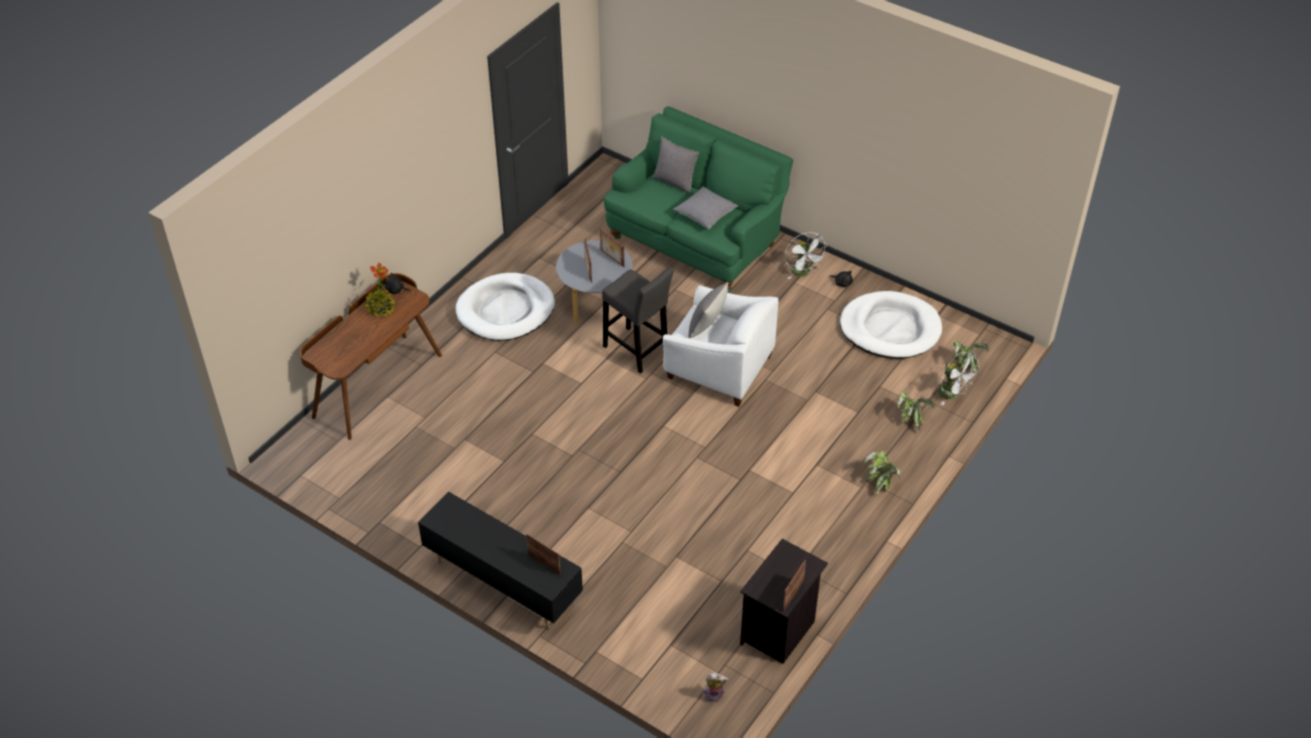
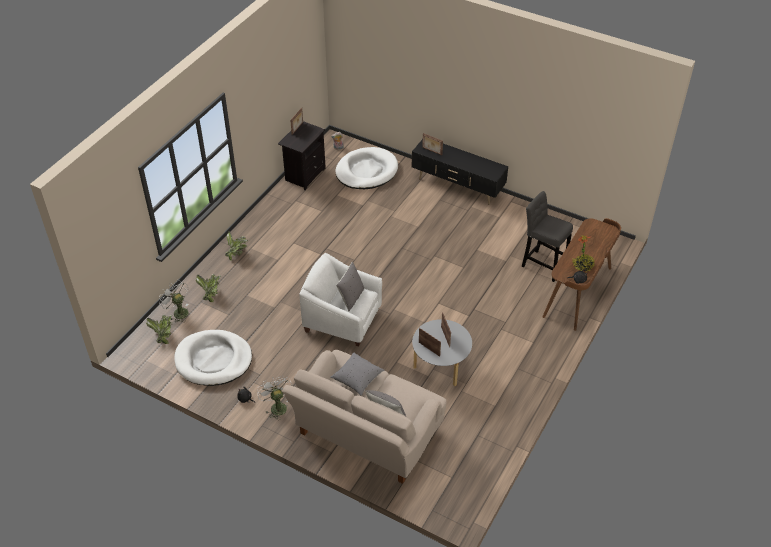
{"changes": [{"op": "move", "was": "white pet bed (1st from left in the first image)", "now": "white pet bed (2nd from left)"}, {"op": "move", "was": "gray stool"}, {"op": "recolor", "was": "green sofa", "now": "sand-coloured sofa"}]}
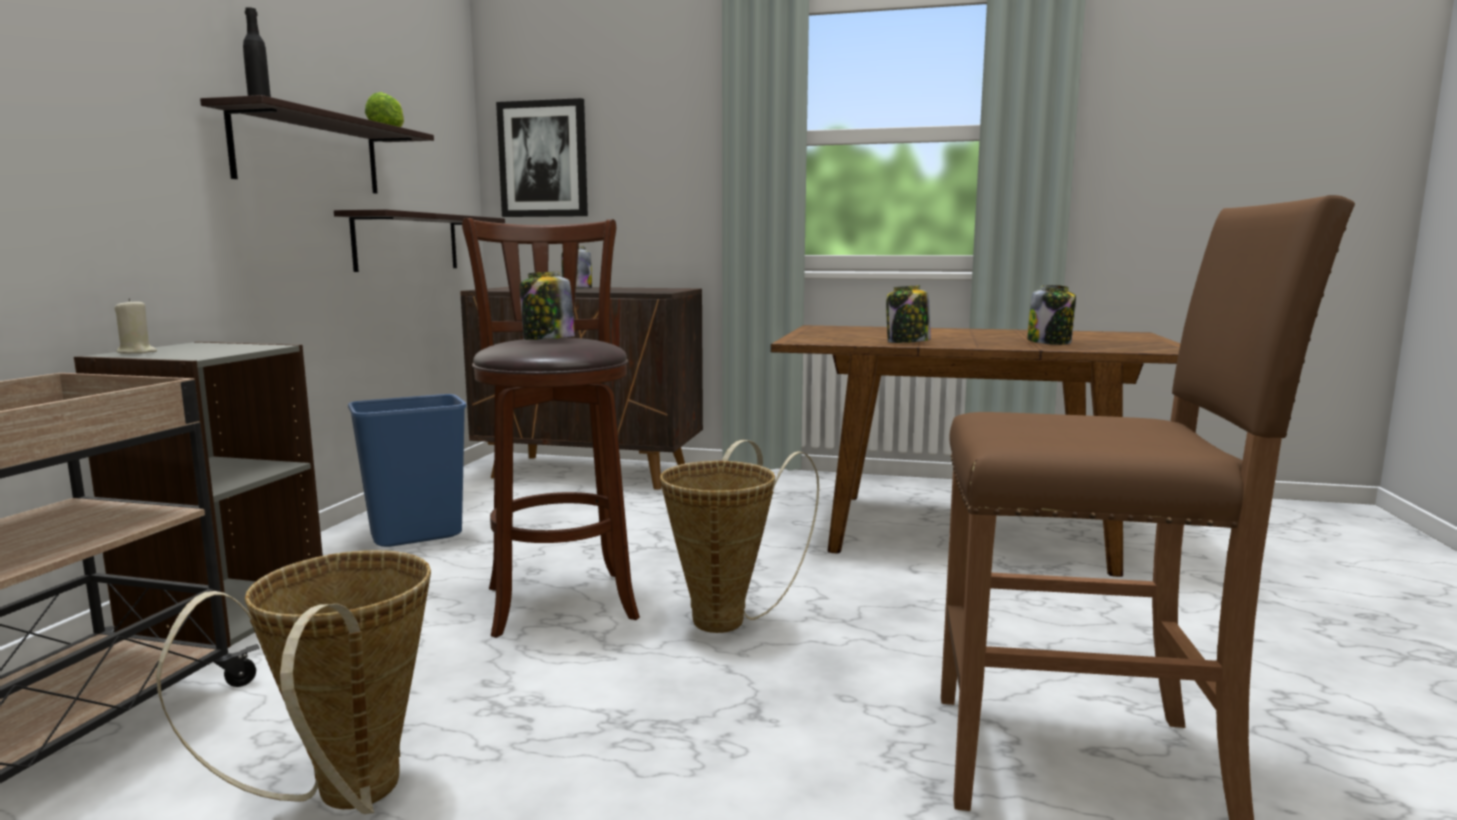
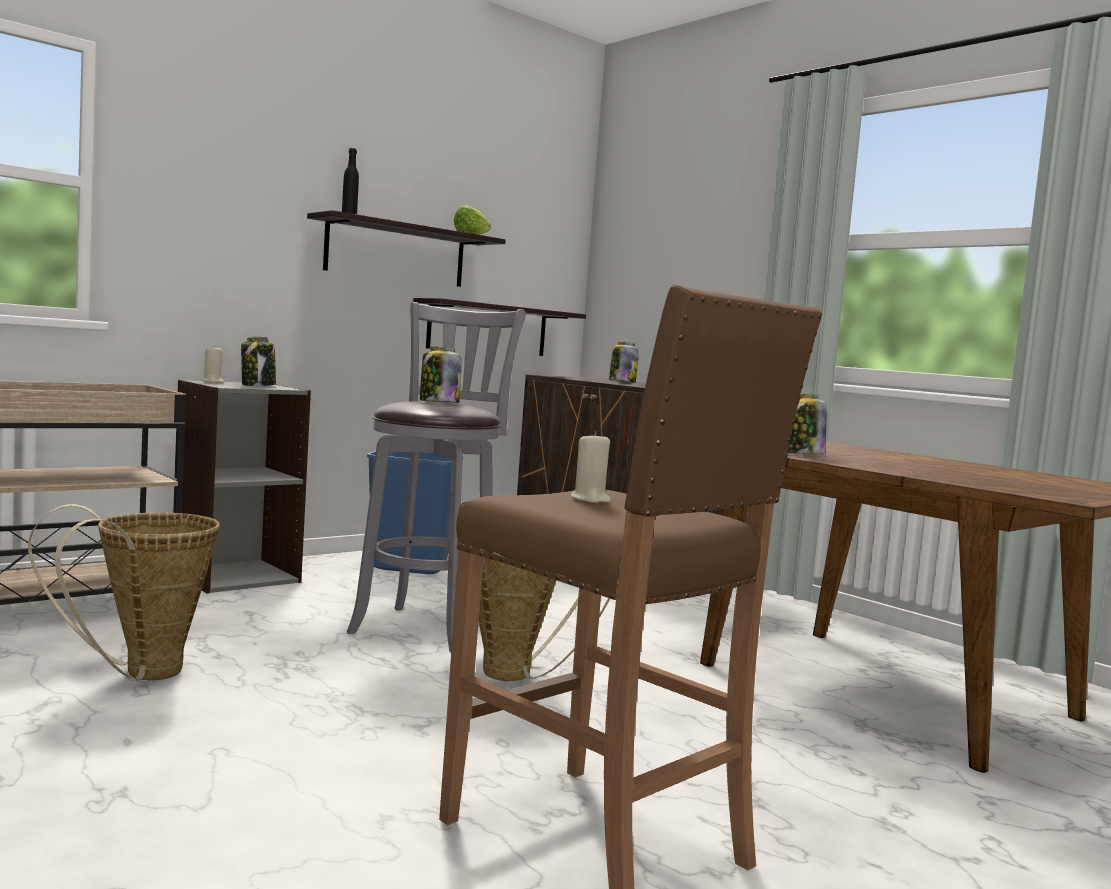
{"changes": [{"op": "recolor", "was": "brown stool (1st from left)", "now": "gray stool"}, {"op": "delete", "was": "wall art"}, {"op": "move", "was": "jar (4th from left in the first image)", "now": "jar (1st from left)"}, {"op": "insert", "now": "sand-coloured candle (2nd from left)"}]}
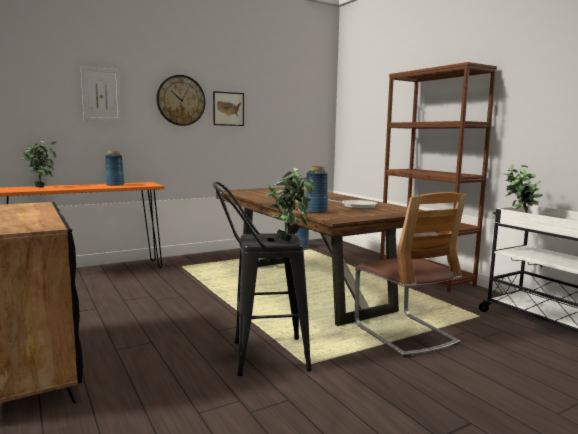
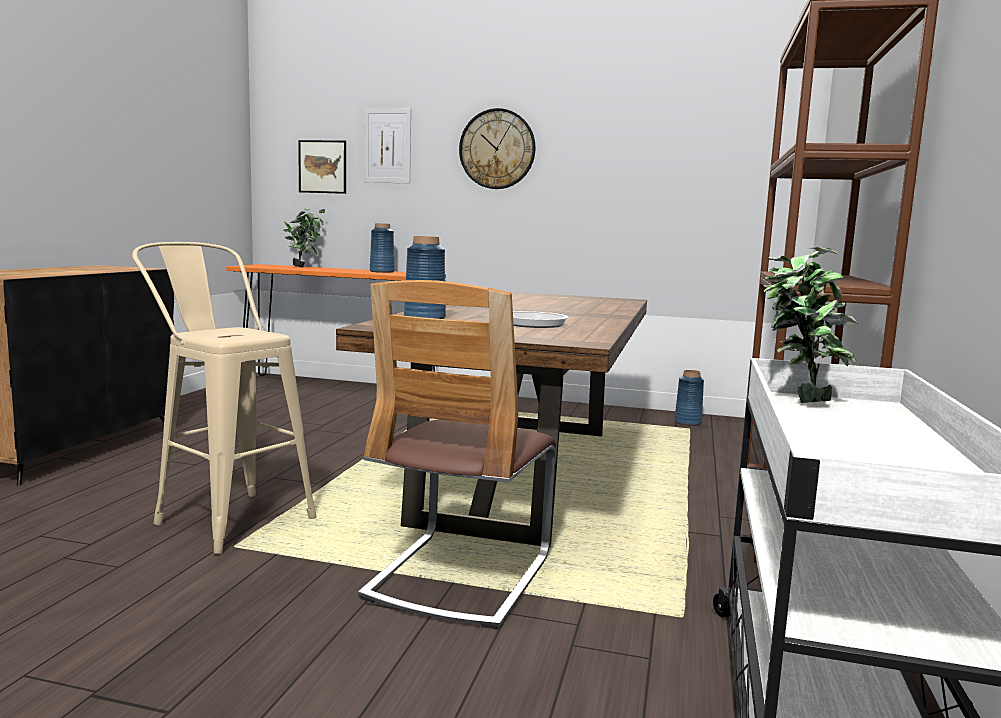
{"changes": [{"op": "recolor", "was": "black stool", "now": "sand-coloured stool"}, {"op": "move", "was": "wall art (2nd from left in the first image)", "now": "wall art (1st from left)"}, {"op": "delete", "was": "houseplant (2nd from left)"}]}
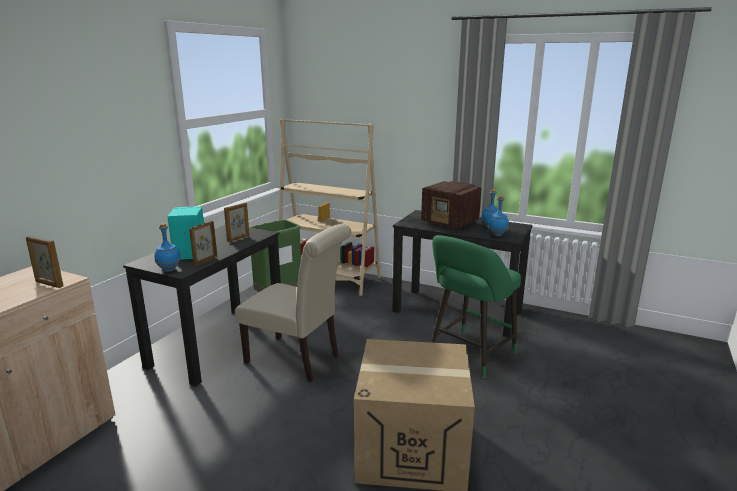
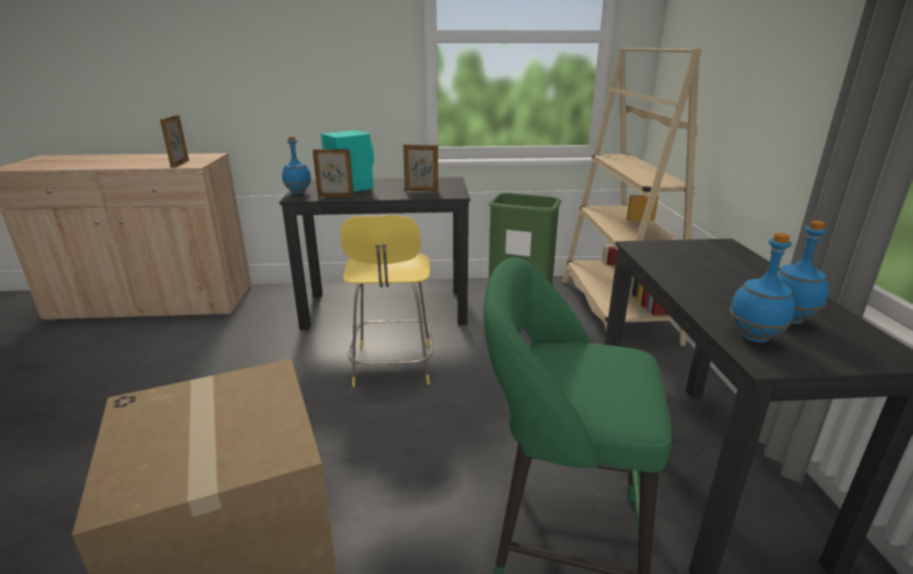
{"changes": [{"op": "replace", "was": "sand-coloured upright chair", "now": "yellow stool"}, {"op": "delete", "was": "radio receiver"}]}
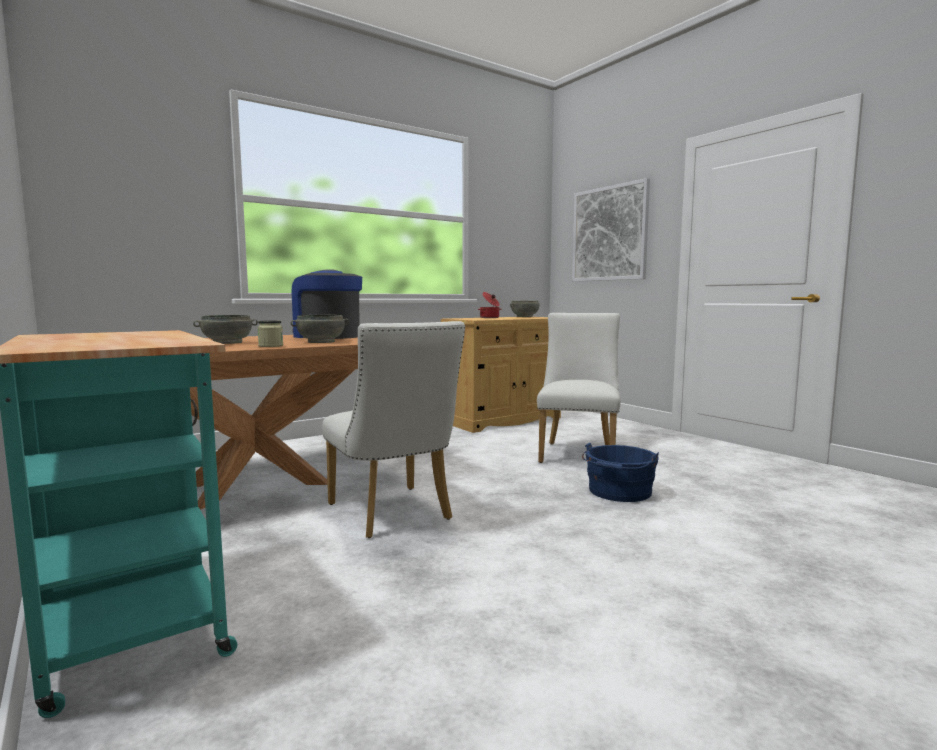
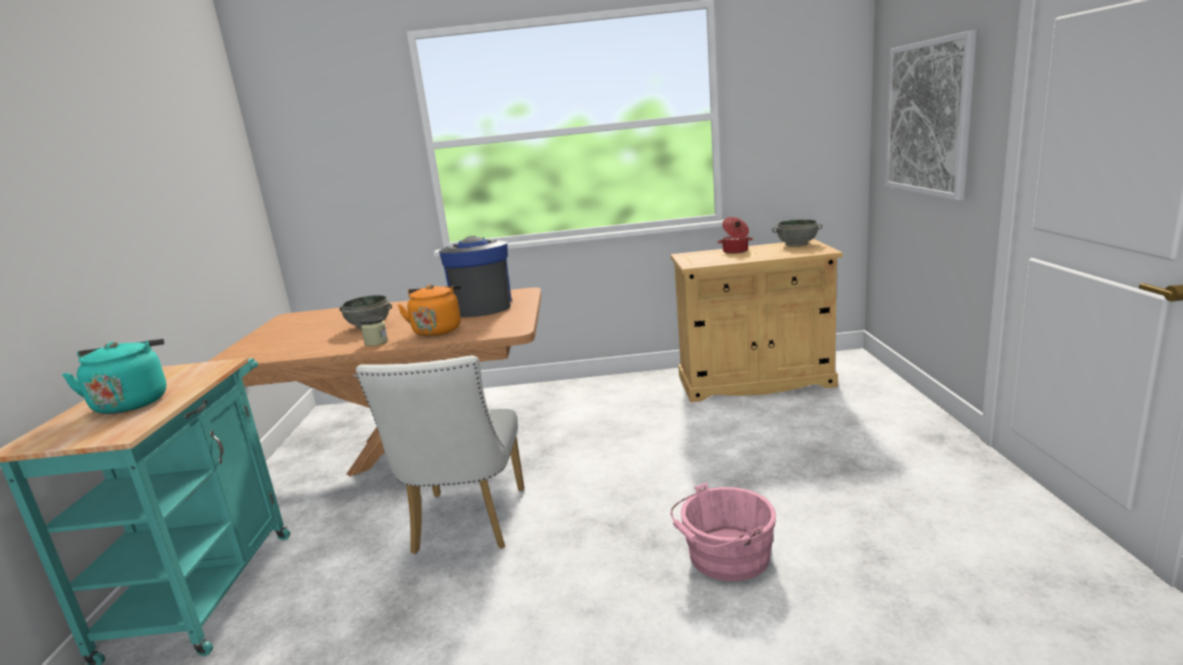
{"changes": [{"op": "replace", "was": "gray serving bowl (2nd from left)", "now": "orangey kettle"}, {"op": "delete", "was": "white upright chair (2nd from left)"}, {"op": "recolor", "was": "blue-coloured bucket", "now": "pink bucket"}, {"op": "insert", "now": "turquoise kettle"}]}
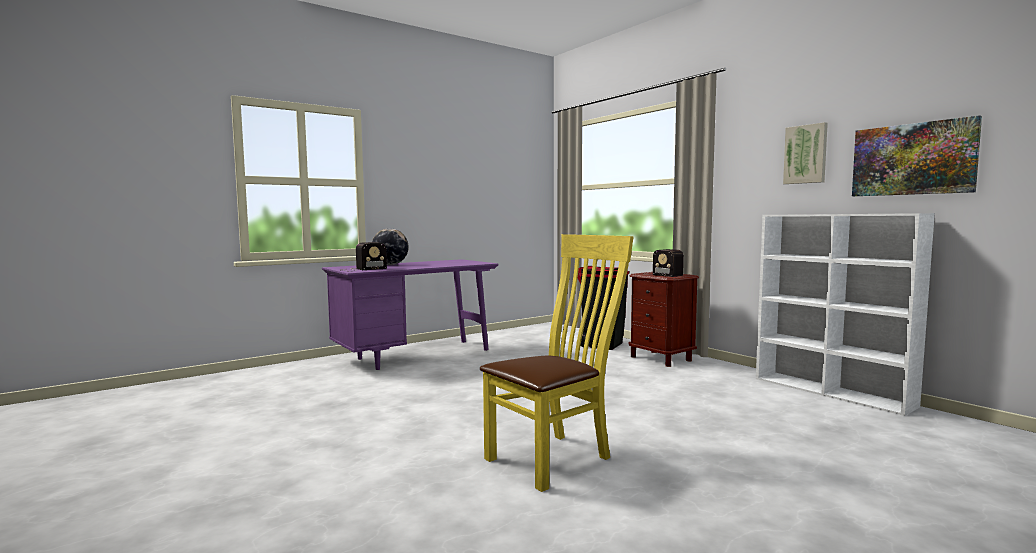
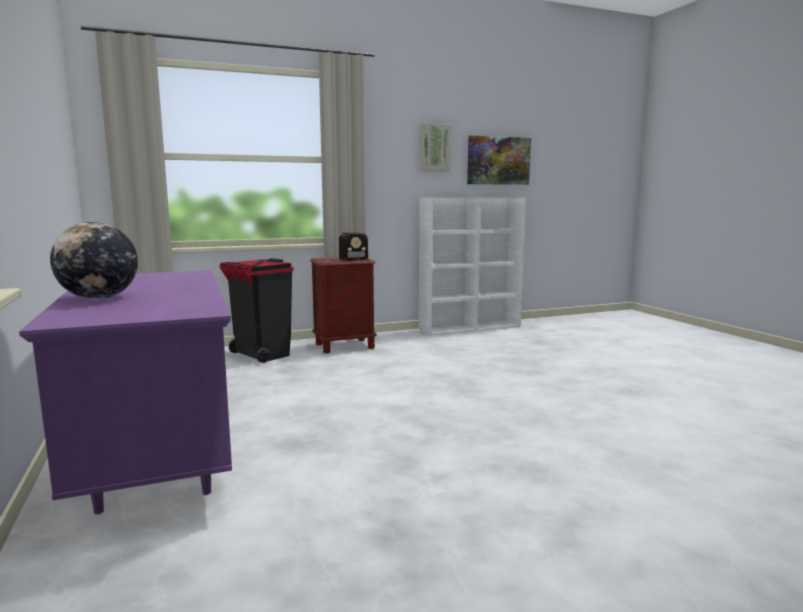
{"changes": [{"op": "delete", "was": "radio receiver (1st from left)"}, {"op": "delete", "was": "yellow upright chair"}]}
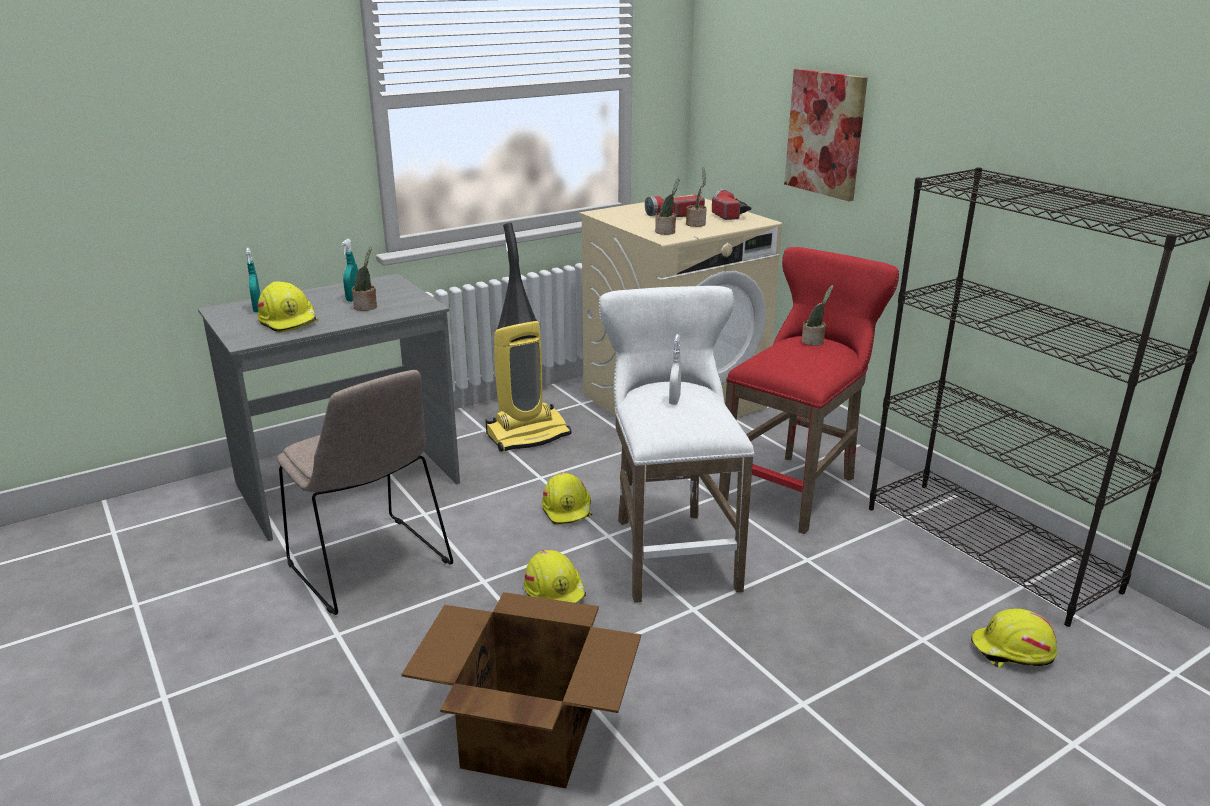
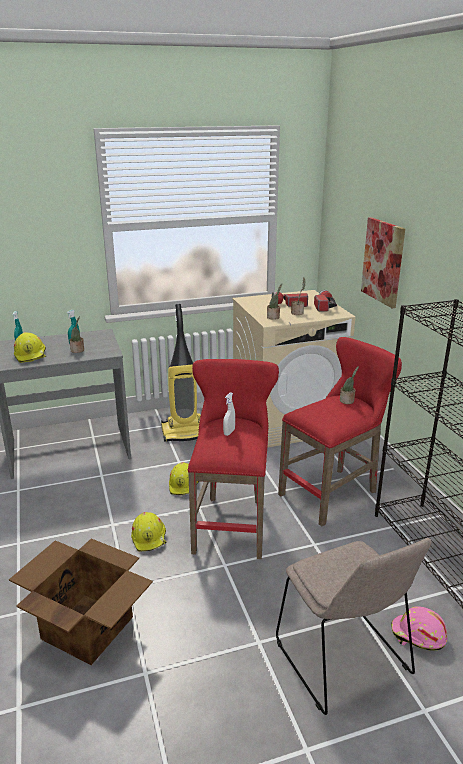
{"changes": [{"op": "move", "was": "sand-coloured upright chair"}, {"op": "recolor", "was": "white stool", "now": "red stool (1st from left)"}, {"op": "recolor", "was": "yellow work helmet (4th from left)", "now": "pink work helmet"}]}
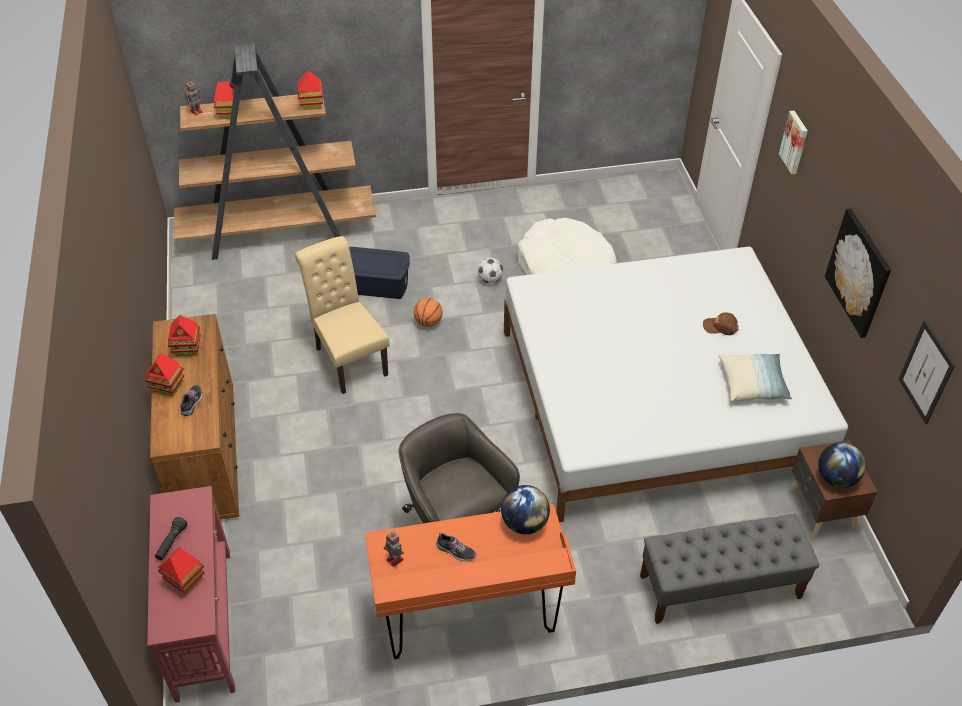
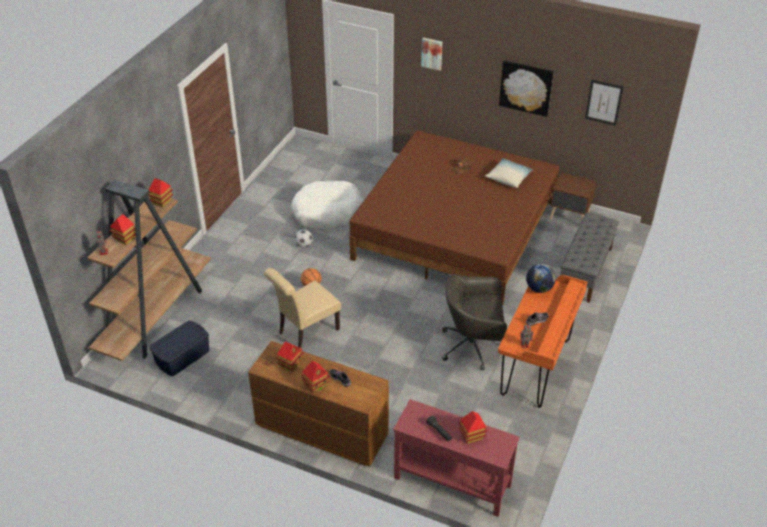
{"changes": [{"op": "rotate", "was": "sand-coloured upright chair", "clockwise": -45}, {"op": "move", "was": "blue-coloured storage bin"}, {"op": "recolor", "was": "white bed", "now": "brown bed"}, {"op": "delete", "was": "world globe (2nd from left)"}]}
